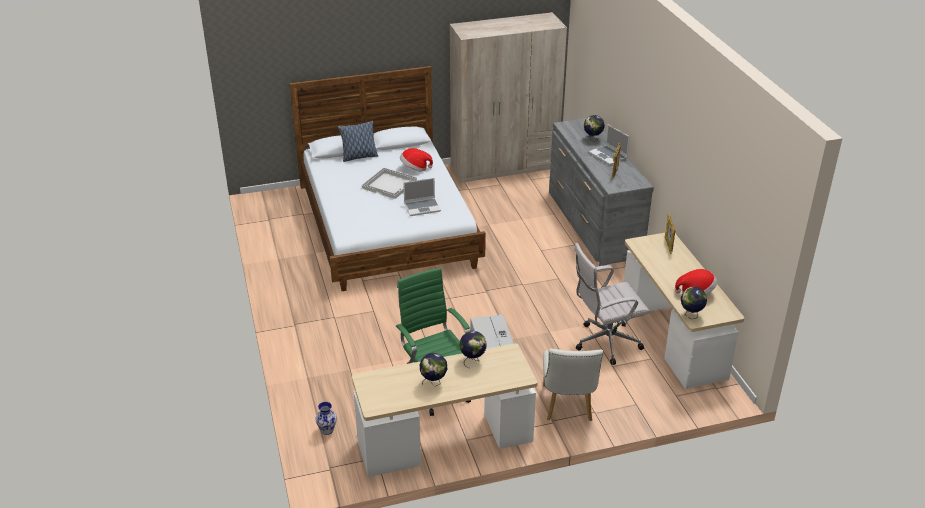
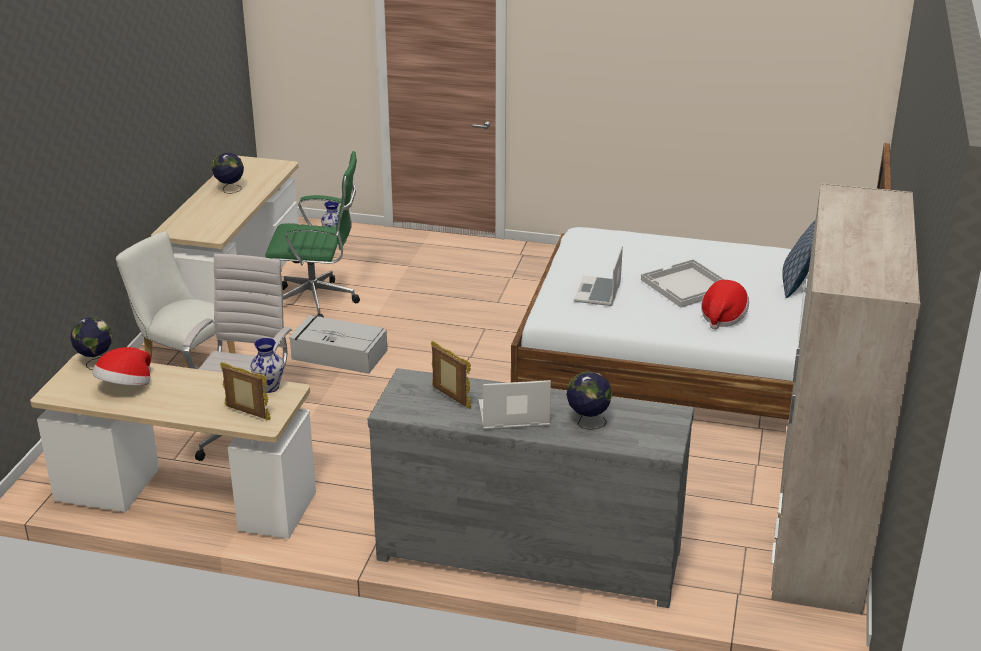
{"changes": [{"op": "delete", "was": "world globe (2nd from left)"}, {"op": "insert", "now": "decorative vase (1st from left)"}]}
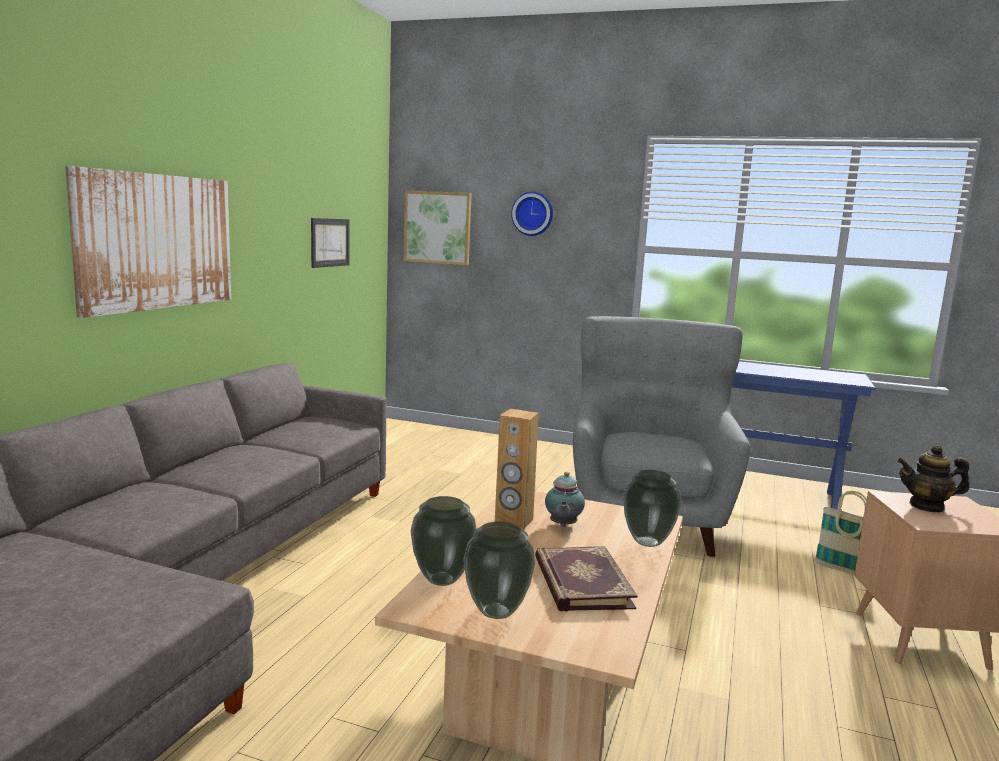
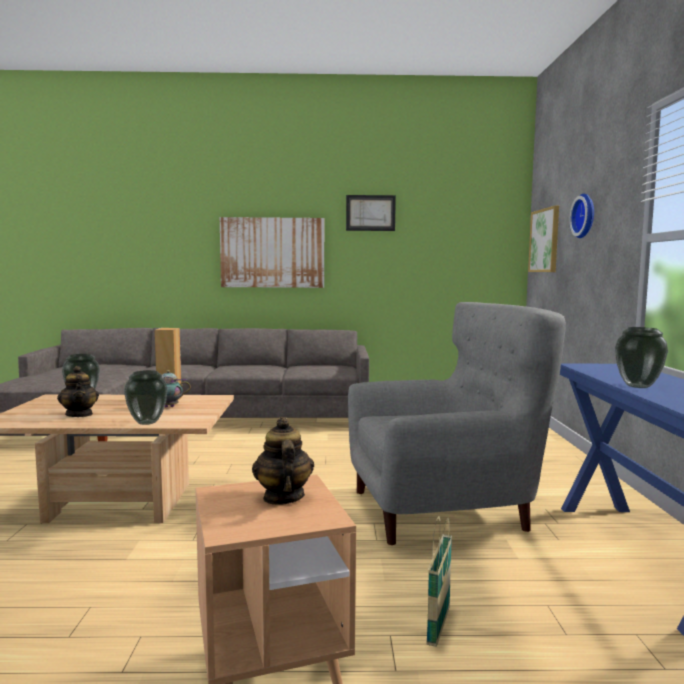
{"changes": [{"op": "move", "was": "wall art (2nd from left)"}, {"op": "move", "was": "decorative vase (2nd from left in the first image)", "now": "decorative vase (3rd from left)"}, {"op": "replace", "was": "bound book", "now": "teapot (1st from left)"}]}
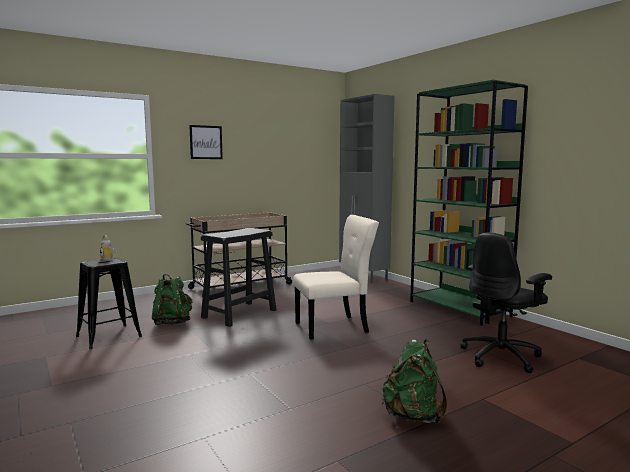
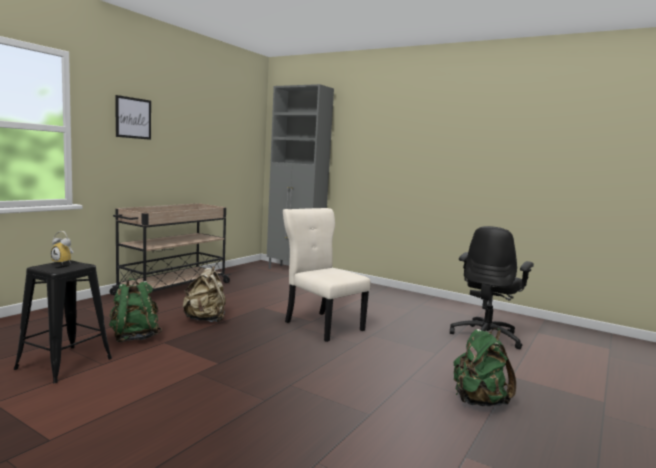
{"changes": [{"op": "replace", "was": "black stool (2nd from left)", "now": "sand-coloured knapsack"}, {"op": "rotate", "was": "sand-coloured upright chair", "clockwise": -90}, {"op": "delete", "was": "green bookshelf"}]}
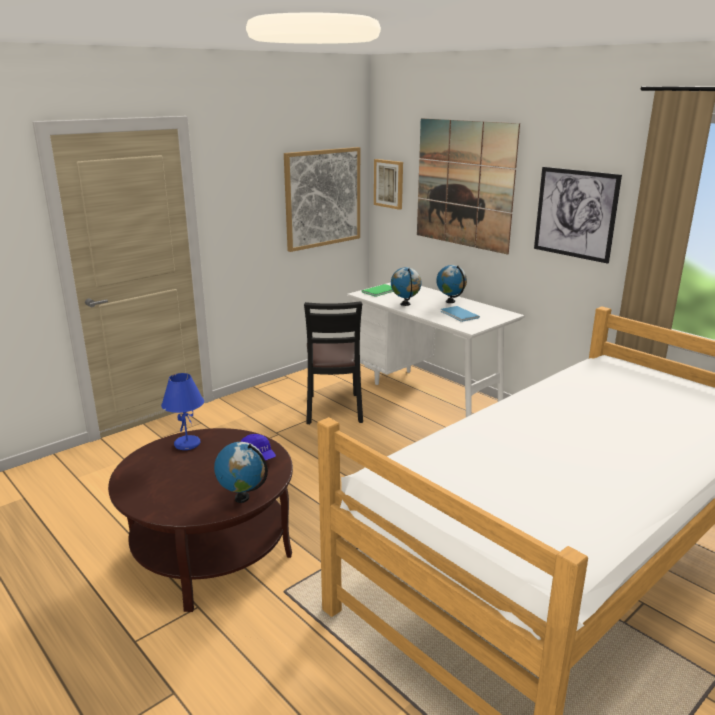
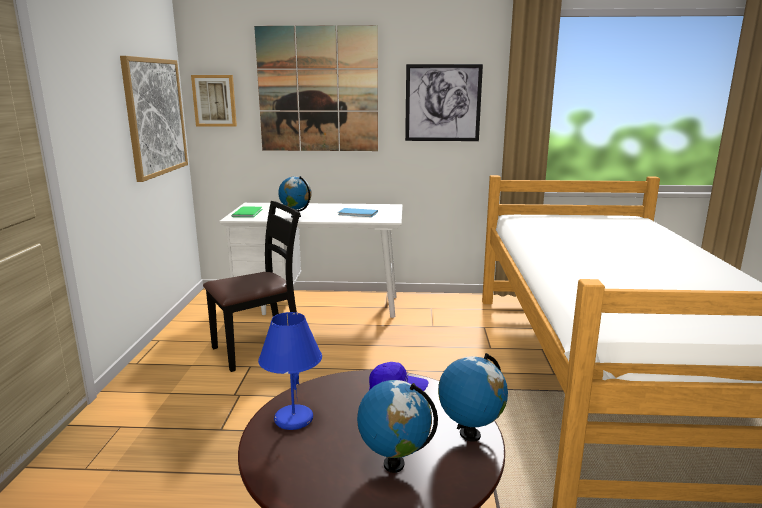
{"changes": [{"op": "rotate", "was": "black upright chair", "clockwise": -75}, {"op": "move", "was": "world globe (3rd from left in the first image)", "now": "world globe (2nd from left)"}]}
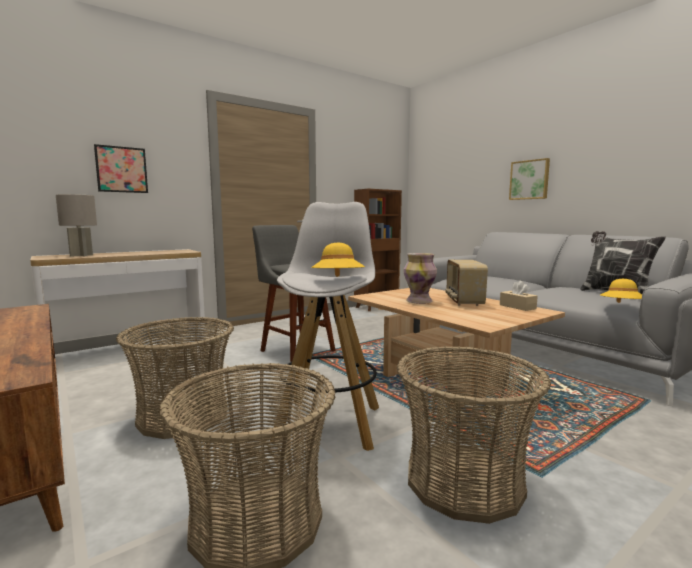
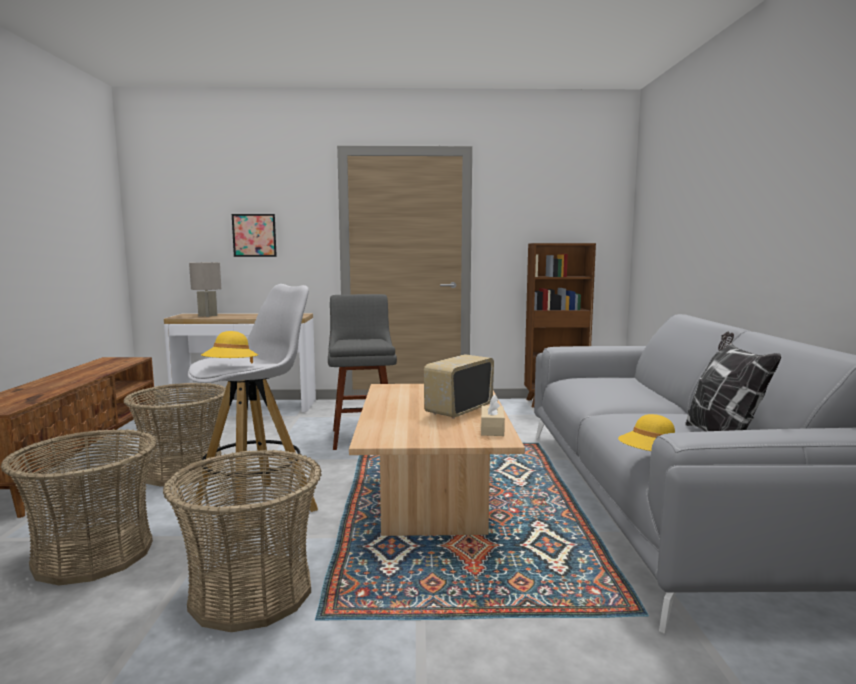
{"changes": [{"op": "delete", "was": "decorative vase"}, {"op": "delete", "was": "wall art (2nd from left)"}]}
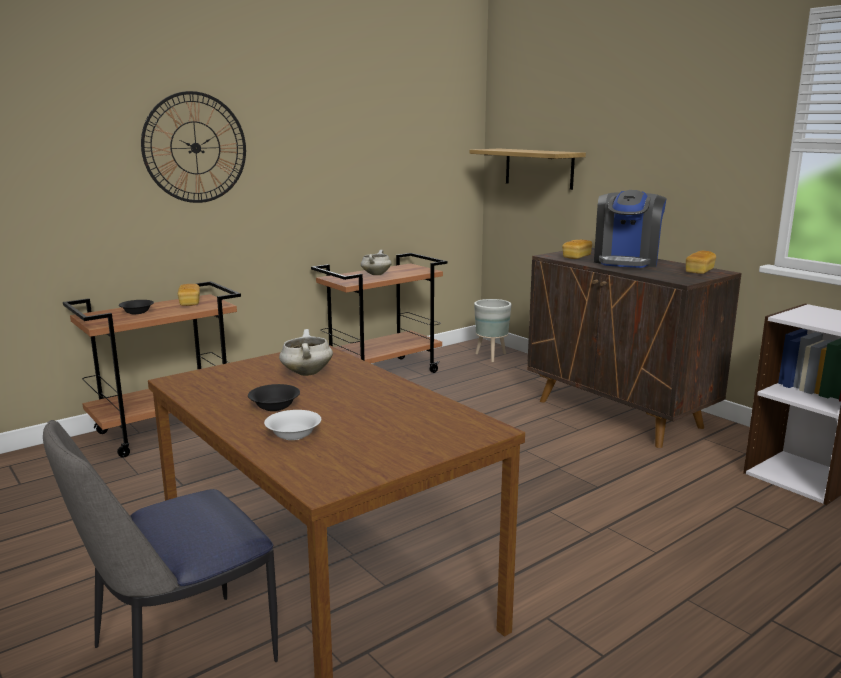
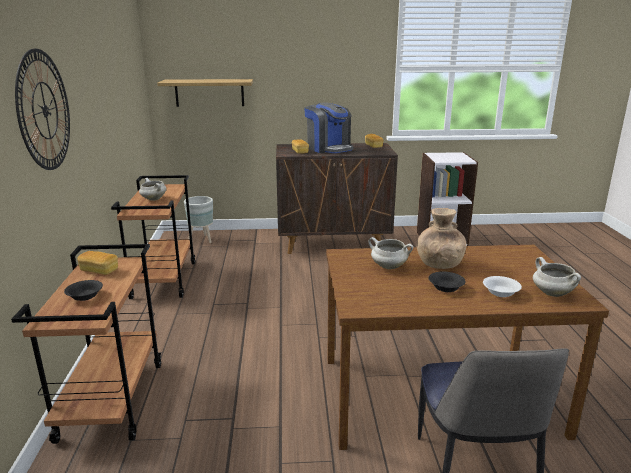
{"changes": [{"op": "insert", "now": "brown decorative vase"}, {"op": "insert", "now": "white cooking pot (3rd from left)"}]}
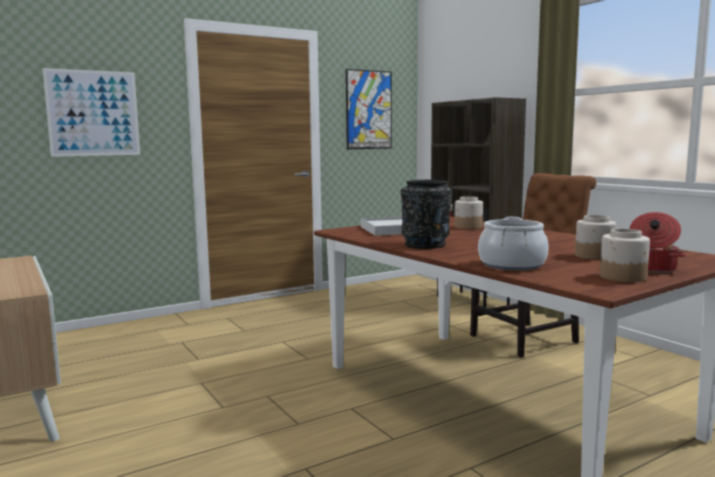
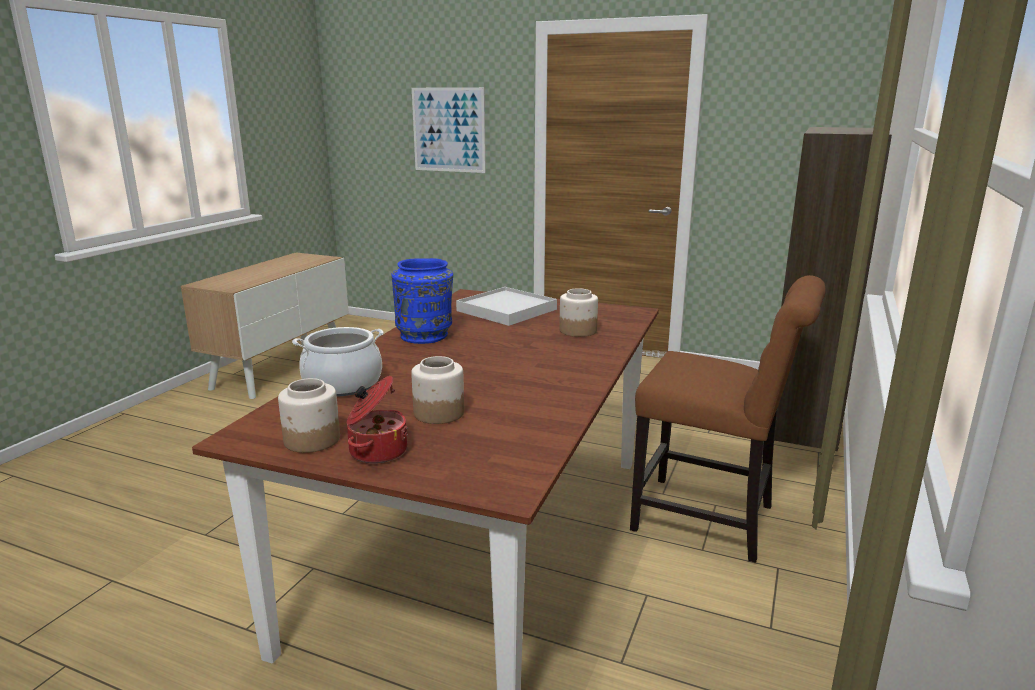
{"changes": [{"op": "delete", "was": "wall art (2nd from left)"}, {"op": "recolor", "was": "black decorative vase", "now": "blue-coloured decorative vase"}]}
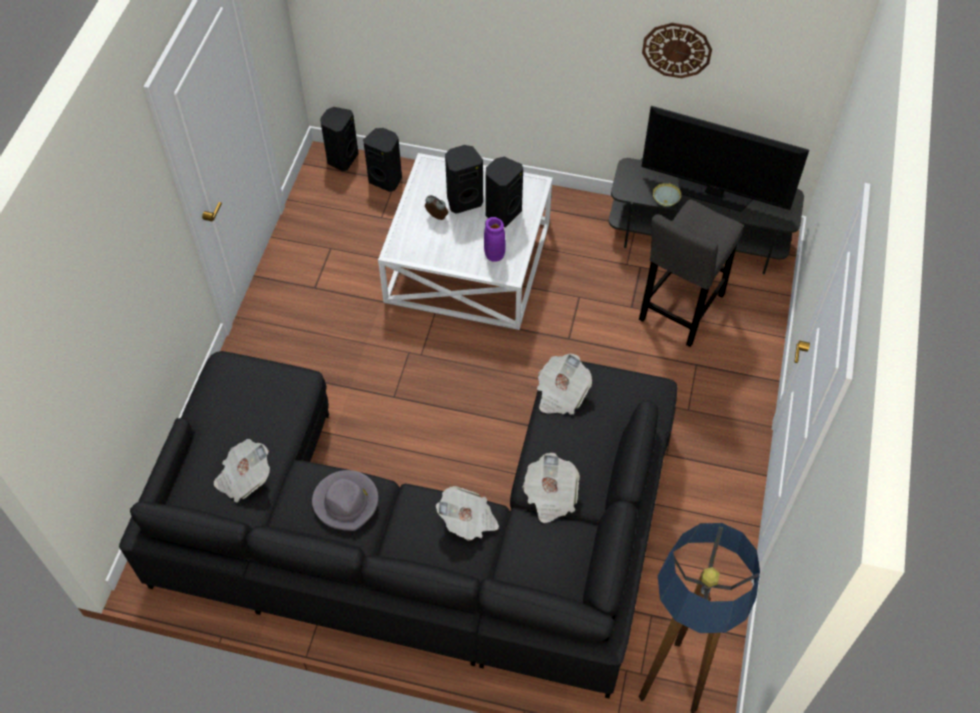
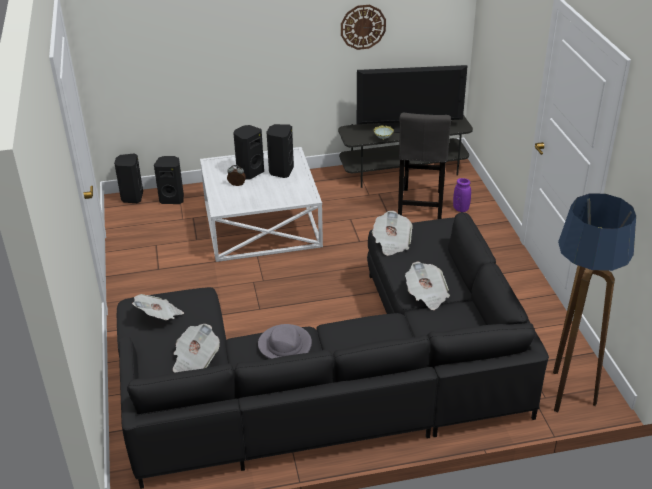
{"changes": [{"op": "move", "was": "daily paper (2nd from left in the first image)", "now": "daily paper (1st from left)"}, {"op": "move", "was": "purplish decorative vase"}]}
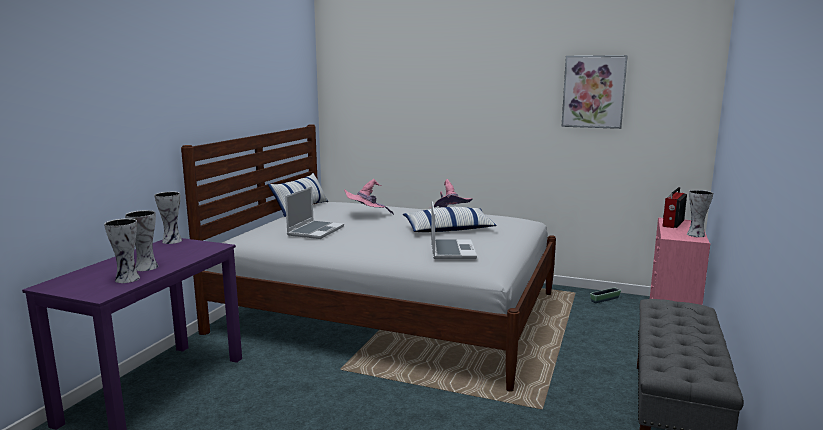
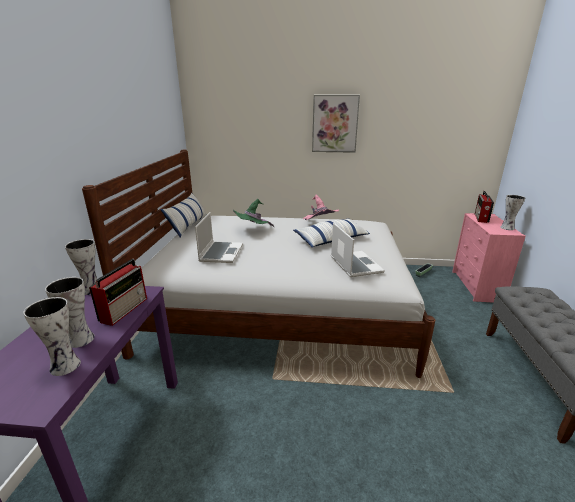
{"changes": [{"op": "recolor", "was": "pink wearable hat (1st from left)", "now": "green wearable hat"}, {"op": "move", "was": "wall art"}, {"op": "insert", "now": "radio receiver (1st from left)"}]}
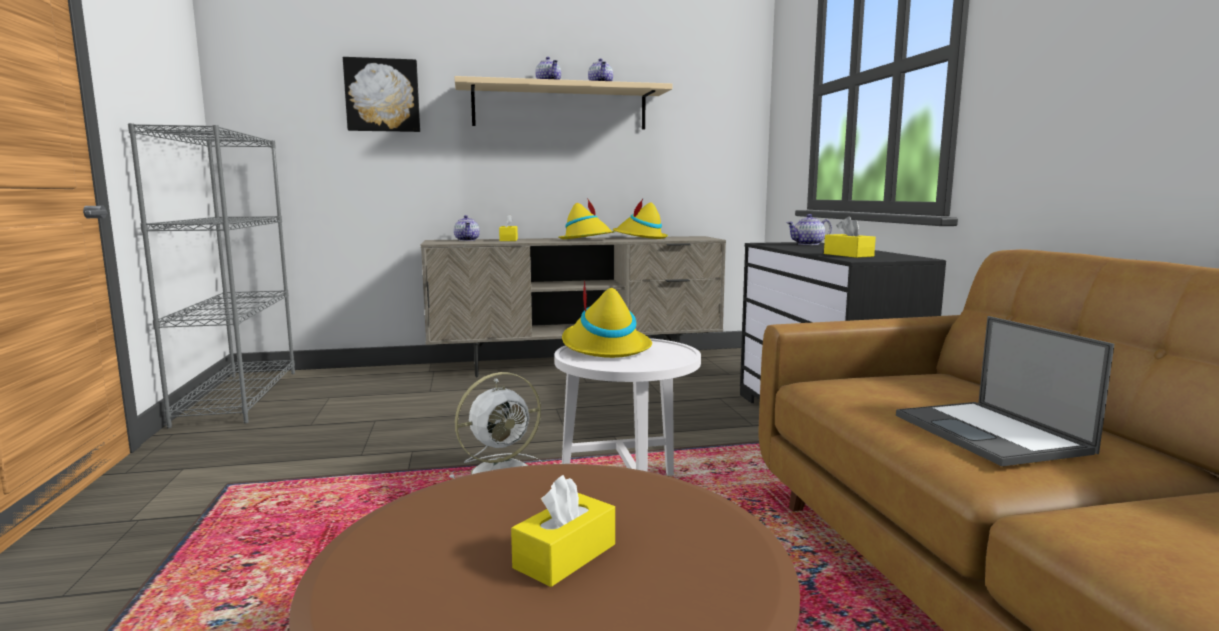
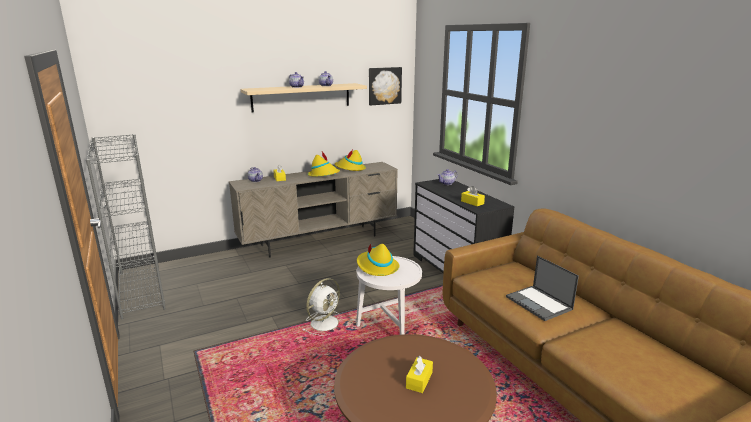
{"changes": [{"op": "move", "was": "wall art"}]}
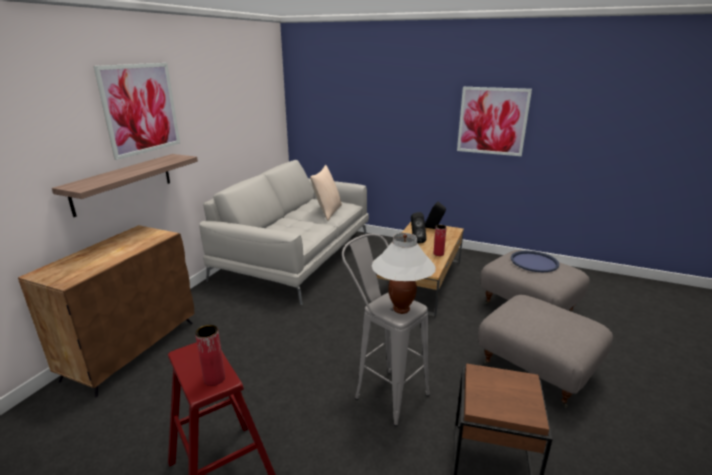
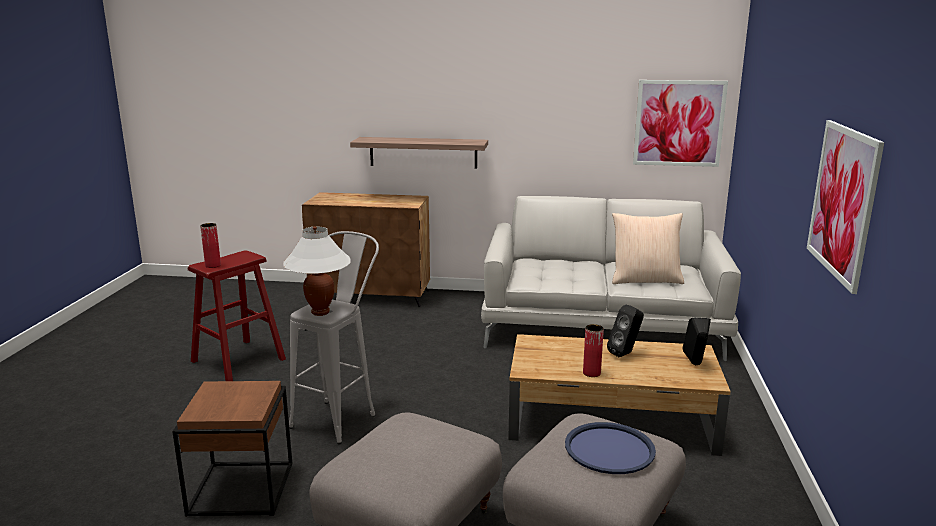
{"changes": [{"op": "move", "was": "wall art (1st from left)"}]}
